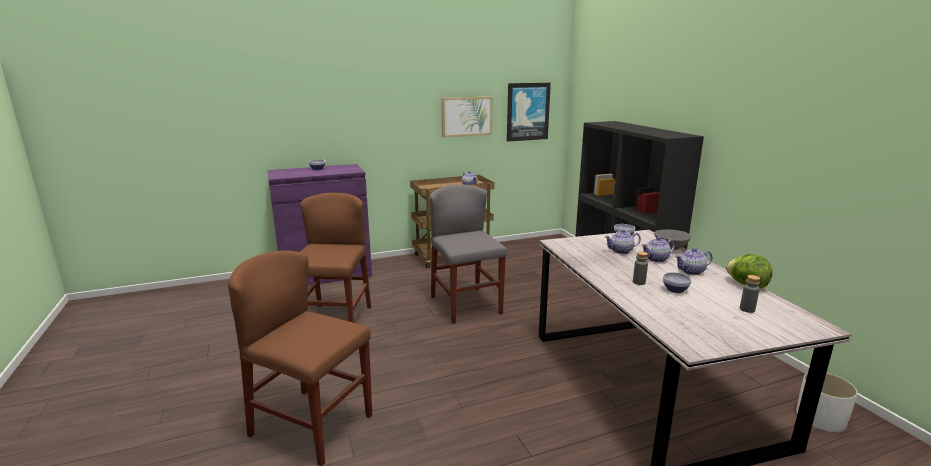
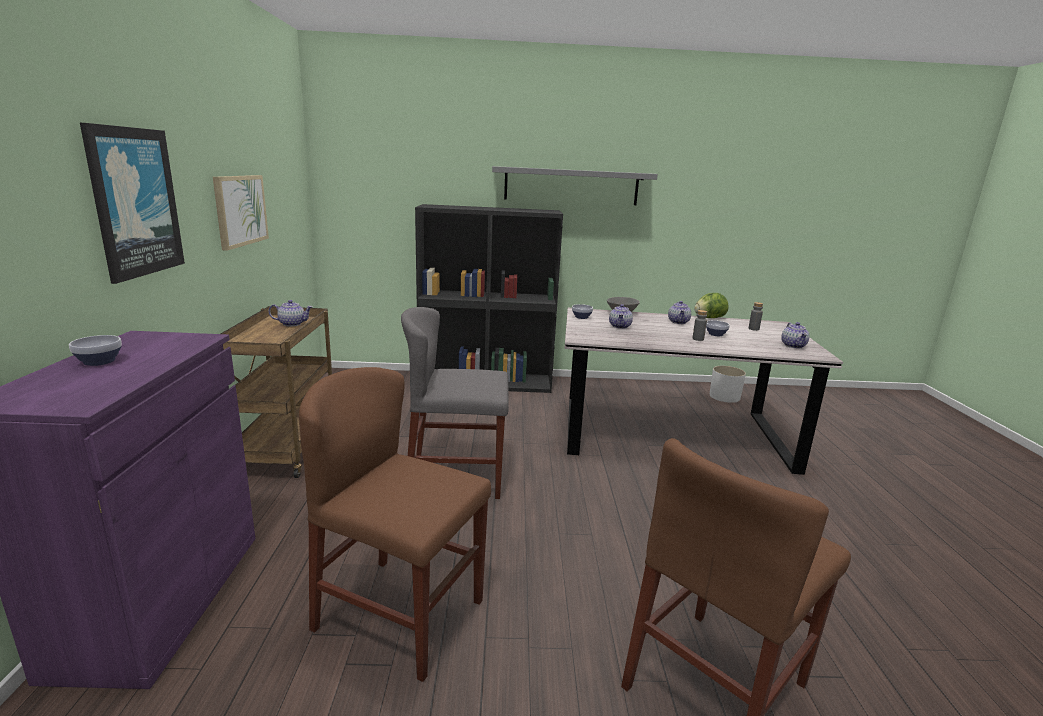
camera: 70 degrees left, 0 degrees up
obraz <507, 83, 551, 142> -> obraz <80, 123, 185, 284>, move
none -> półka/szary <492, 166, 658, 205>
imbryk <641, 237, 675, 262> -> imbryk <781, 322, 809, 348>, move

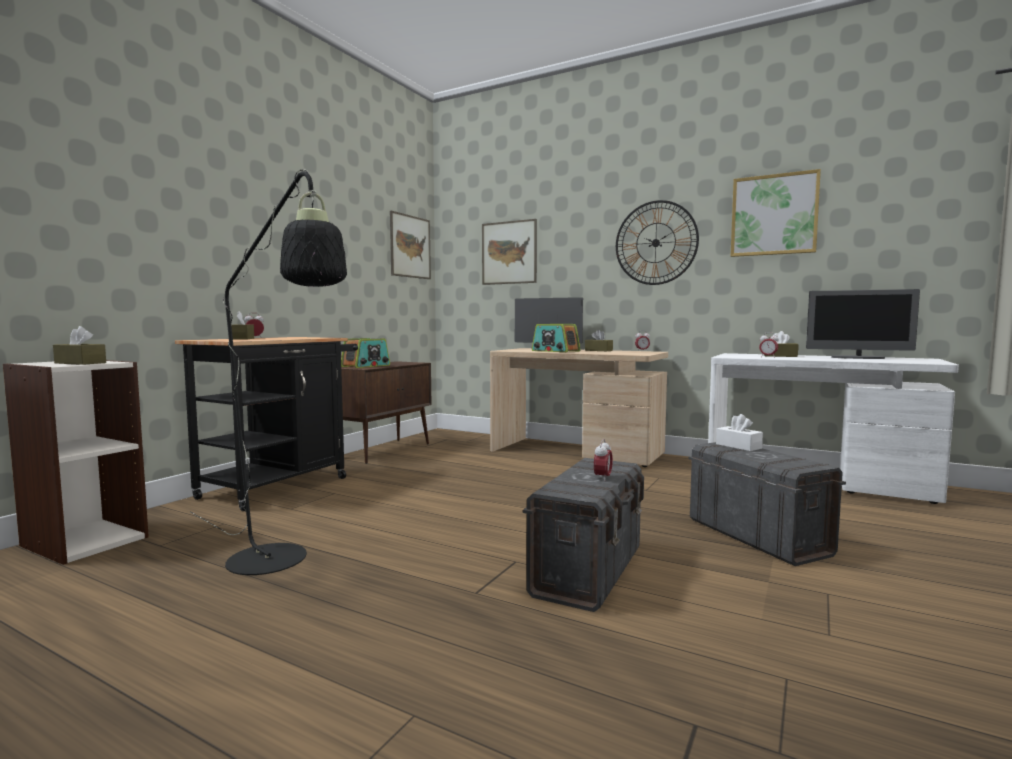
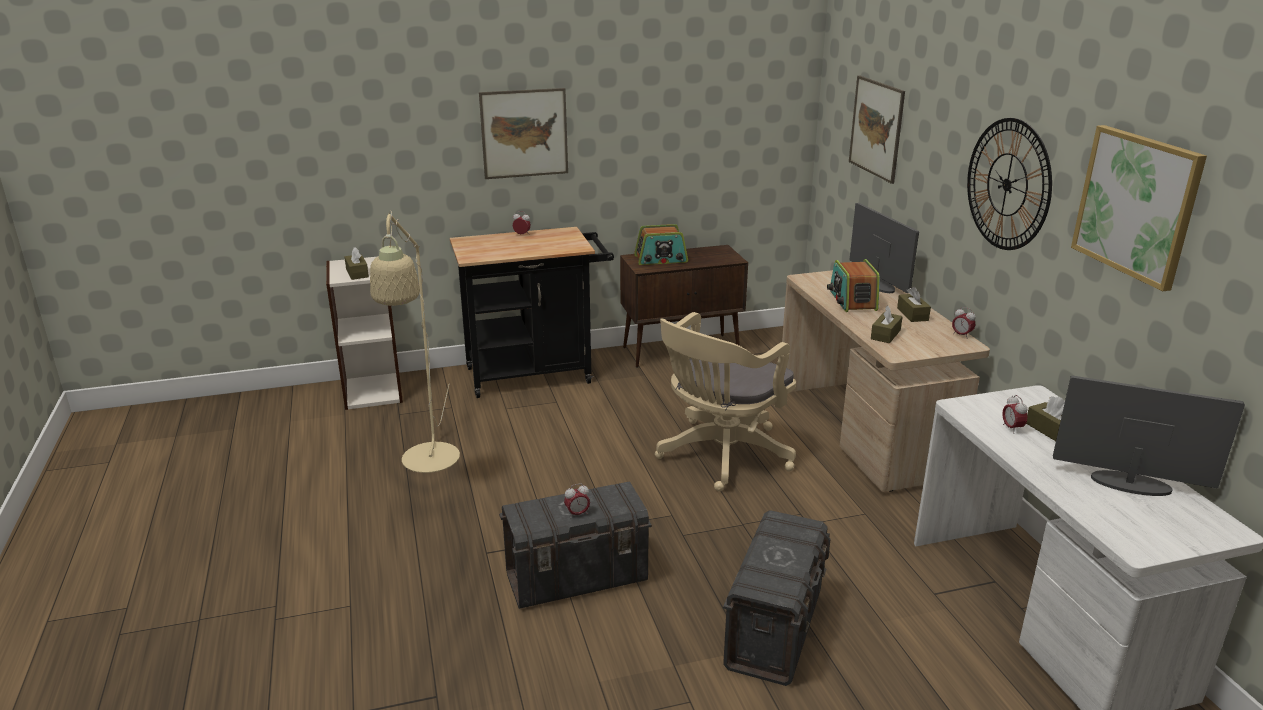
camera: 45 degrees right, 20 degrees up
lampa stojąca/czarny <190, 169, 347, 575> -> lampa stojąca/beżowy <370, 211, 460, 473>
obraz <390, 211, 431, 279> -> obraz <479, 88, 568, 179>, move
none -> krzesło biurowe/beżowy <655, 312, 796, 491>
pudełko chusteczek/brązowy <231, 311, 254, 340> -> pudełko chusteczek/brązowy <871, 306, 903, 343>, move
monitor <806, 289, 920, 359> -> monitor <1053, 375, 1245, 496>, 135 degrees clockwise
pudełko chusteczek/biały <716, 414, 763, 451> -> none

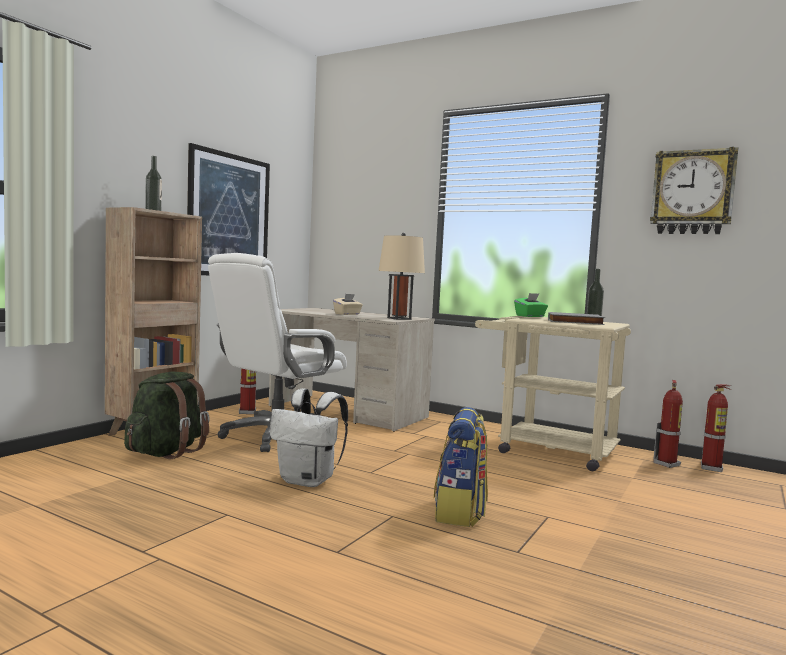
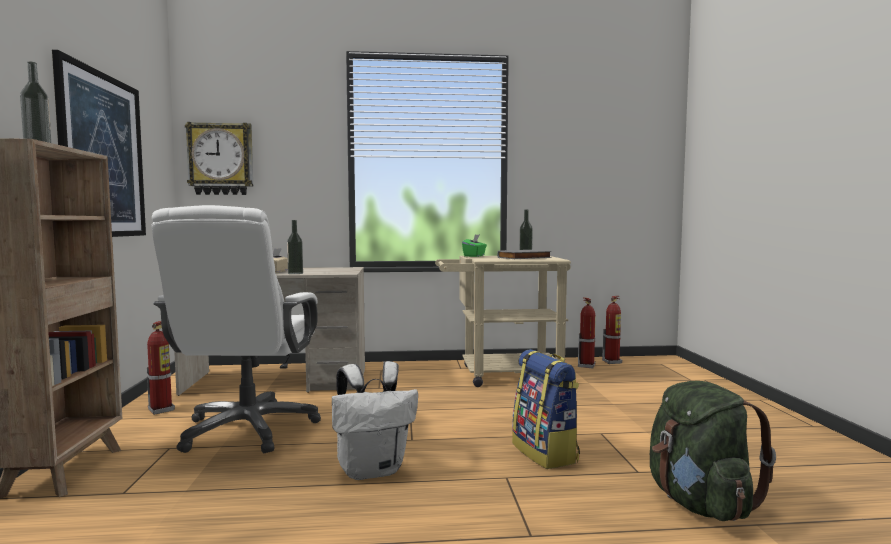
camera: 35 degrees left, 0 degrees up
zegar ścienny <650, 147, 738, 234> -> zegar ścienny <185, 122, 253, 195>, move
none -> butelka <287, 220, 303, 274>
plecak/zielony <124, 372, 210, 459> -> plecak/zielony <650, 381, 776, 521>, move
lampa stołowa/beżowy <379, 233, 425, 320> -> none

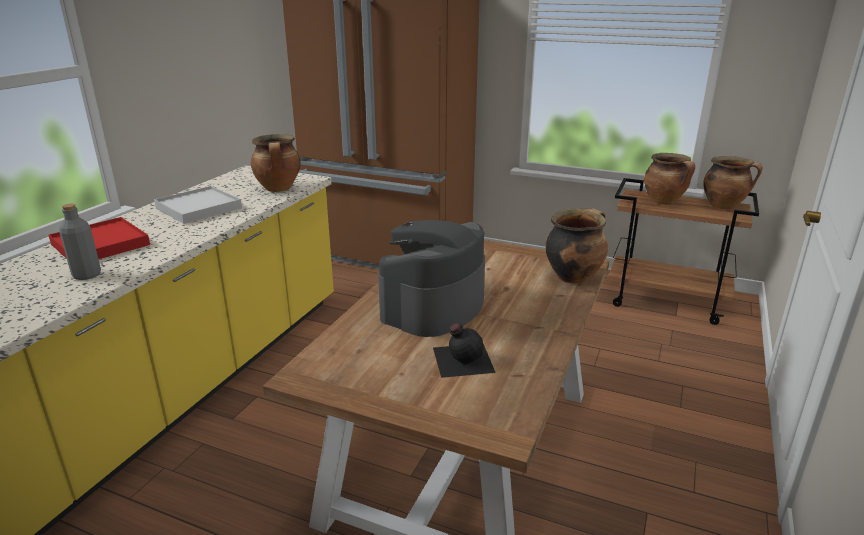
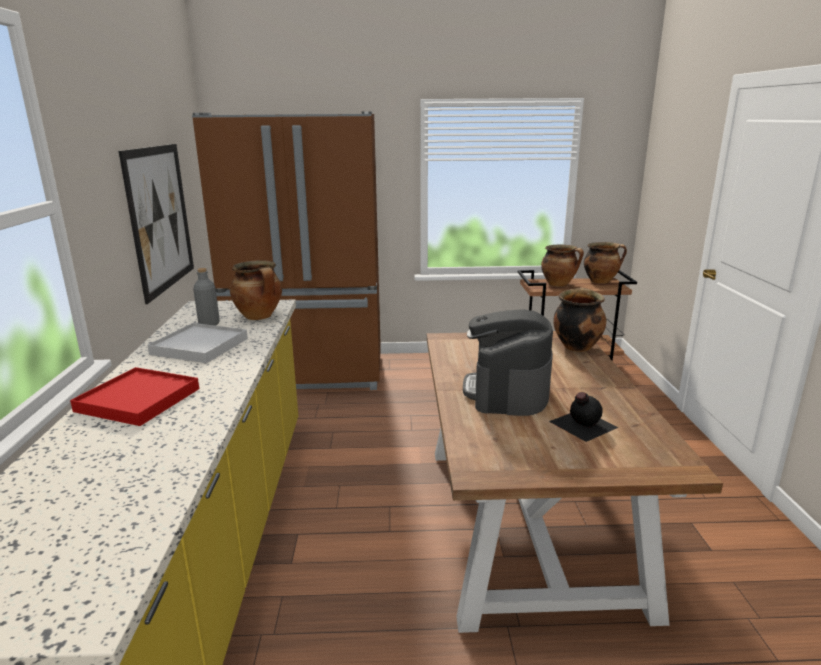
camera: 25 degrees left, 5 degrees down
none -> obraz <119, 144, 194, 304>
butelka/szary <59, 203, 101, 280> -> butelka/szary <193, 268, 220, 326>, move

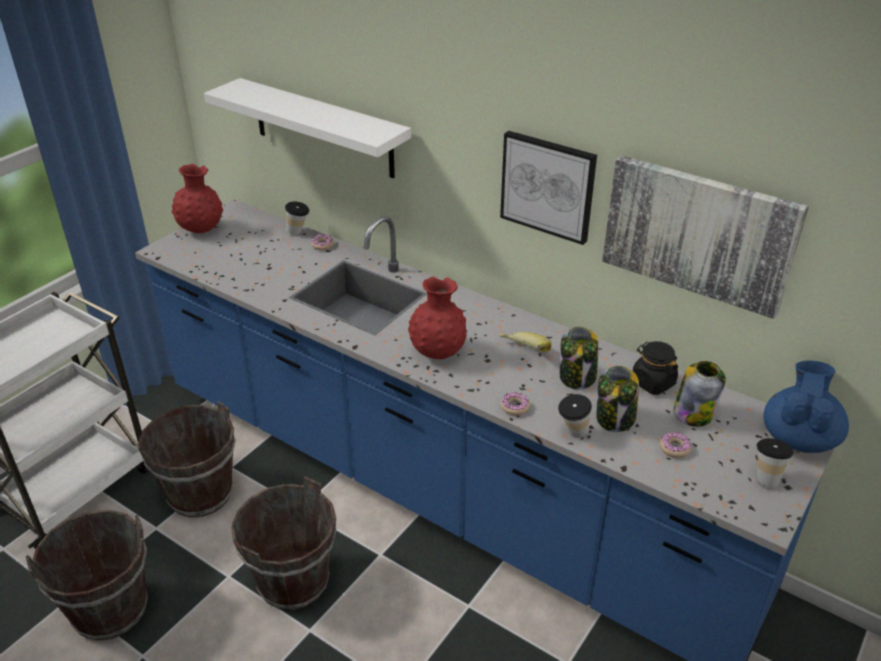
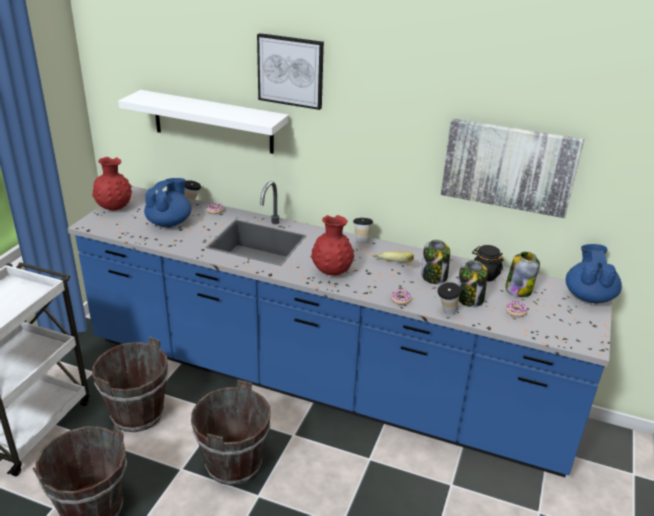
camera: 15 degrees left, 5 degrees down
none -> imbryk/niebieski <144, 178, 191, 227>
obraz <500, 131, 597, 245> -> obraz <257, 33, 324, 110>, move
filiżanka <756, 438, 794, 487> -> filiżanka <353, 218, 373, 244>, move

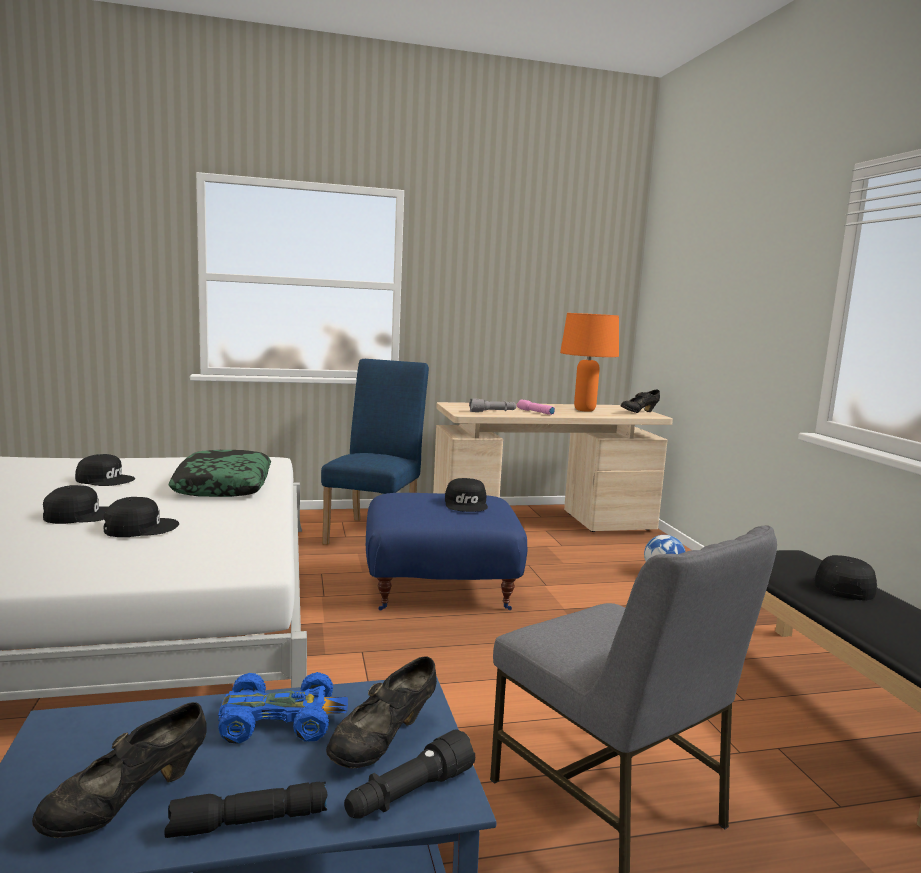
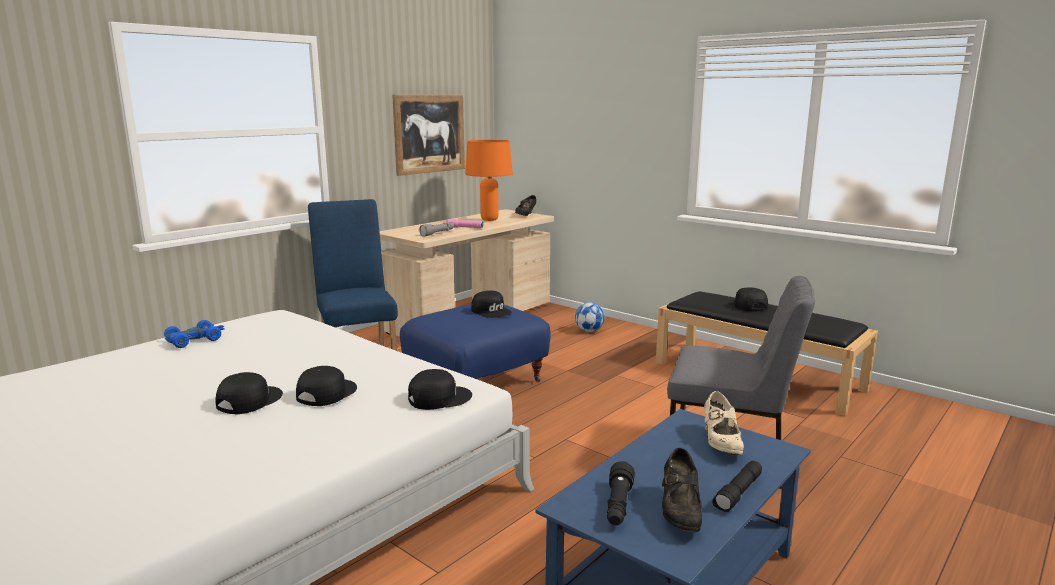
camera: 35 degrees left, 5 degrees up
samochodzik/niebieski <218, 672, 348, 744> -> samochodzik/niebieski <164, 320, 225, 348>, move
none -> obraz <392, 95, 465, 176>
czapka z daszkiem/czarny <75, 454, 135, 486> -> czapka z daszkiem/czarny <408, 369, 472, 410>, move
latarka/czarny <344, 730, 475, 819> -> latarka/czarny <607, 461, 635, 525>, move
but/czarny <326, 656, 437, 769> -> but/beżowy <704, 391, 744, 455>
poduszka <169, 450, 271, 497> -> none

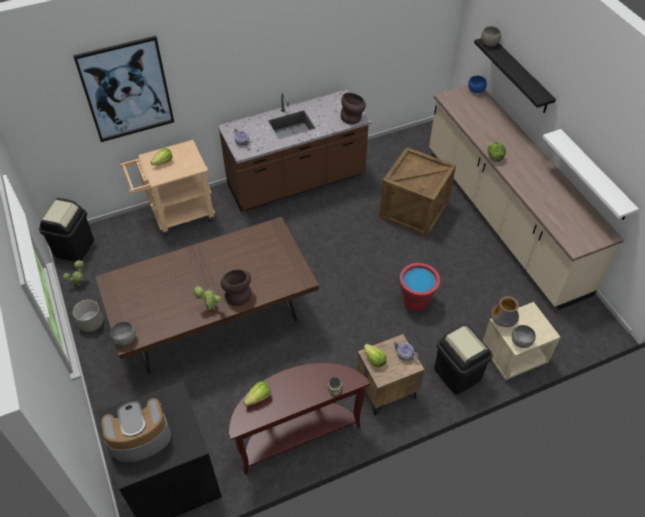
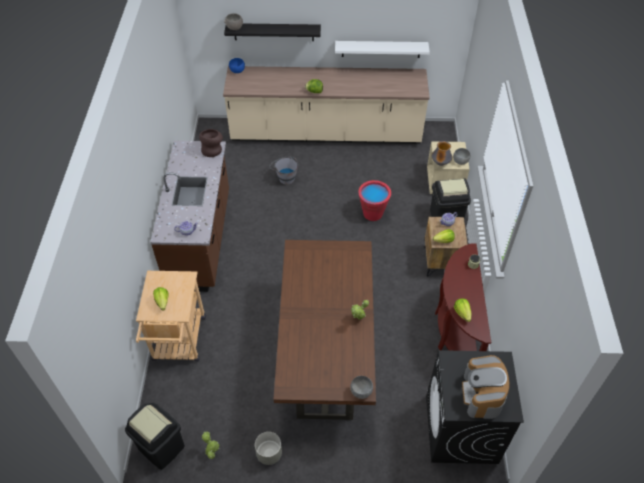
camera: 65 degrees left, 0 degrees up
skrzynka <379, 147, 456, 237> -> wiadro/szary <269, 157, 298, 185>
obraz <73, 36, 174, 142> -> none
wazon/brązowy <221, 269, 251, 306> -> none

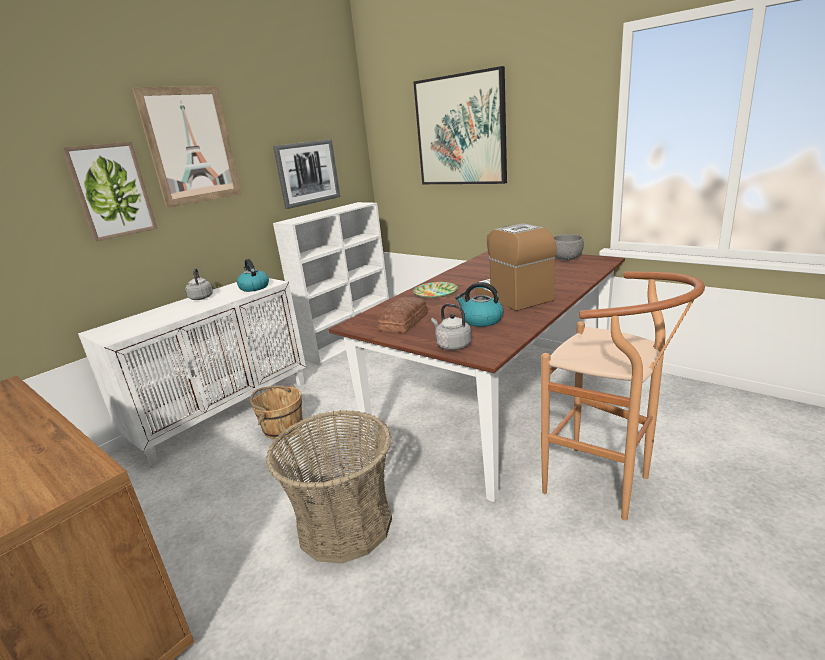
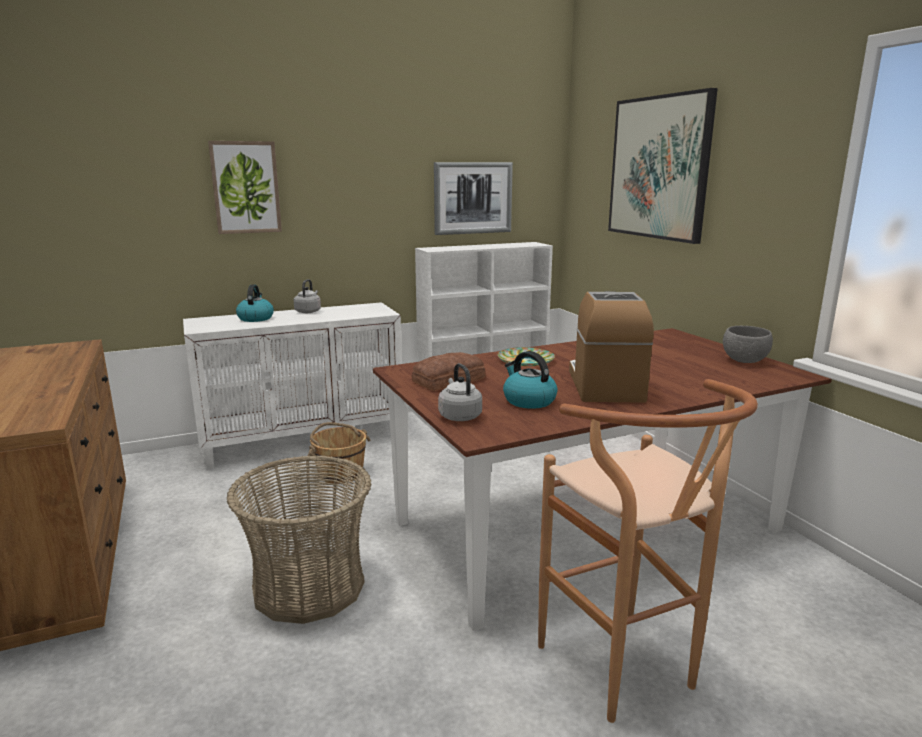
camera: 25 degrees right, 5 degrees down
czajnik <237, 259, 269, 292> -> czajnik <236, 284, 274, 322>, move
obraz <132, 86, 241, 208> -> none

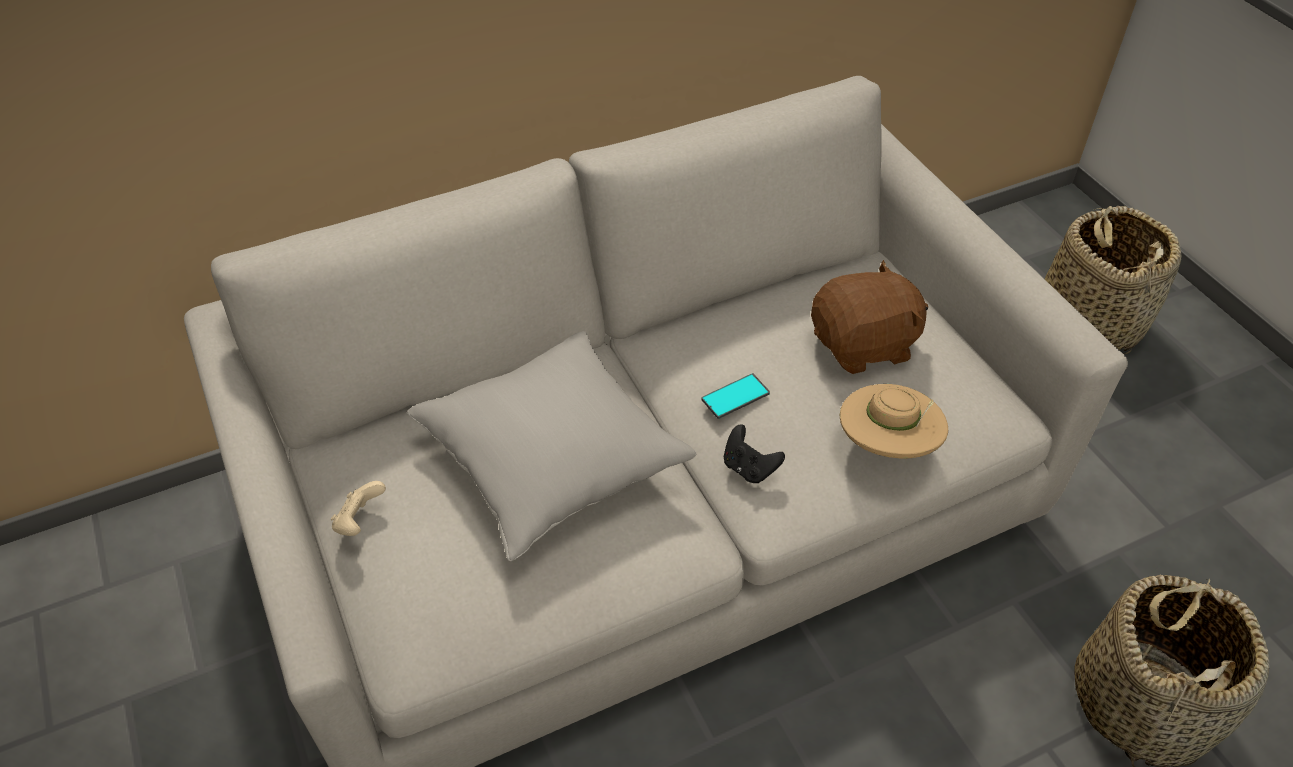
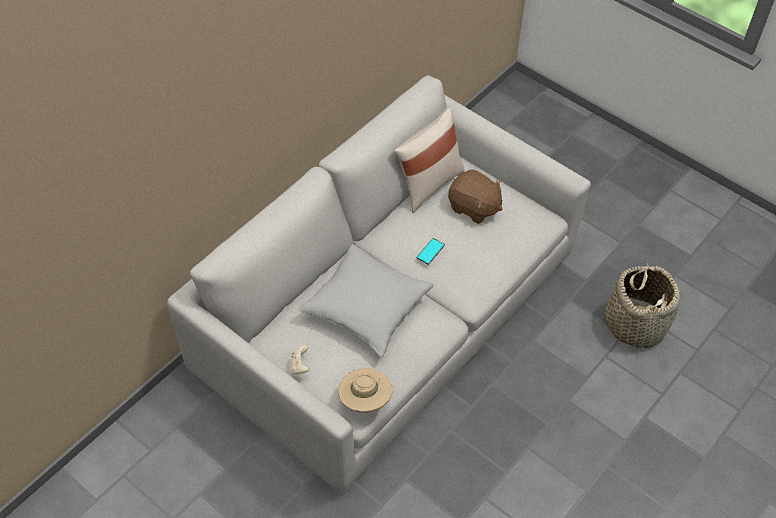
camera: 25 degrees left, 5 degrees up
kapelusz/beżowy <840, 384, 948, 458> -> kapelusz/beżowy <338, 368, 393, 413>, move
none -> poduszka/beżowy <394, 107, 465, 213>
pluszak/brązowy <811, 260, 928, 374> -> pluszak/brązowy <448, 169, 503, 224>, 75 degrees clockwise
pad do gier/czarny <724, 425, 785, 483> -> none
koszyk <1045, 206, 1182, 354> -> none

